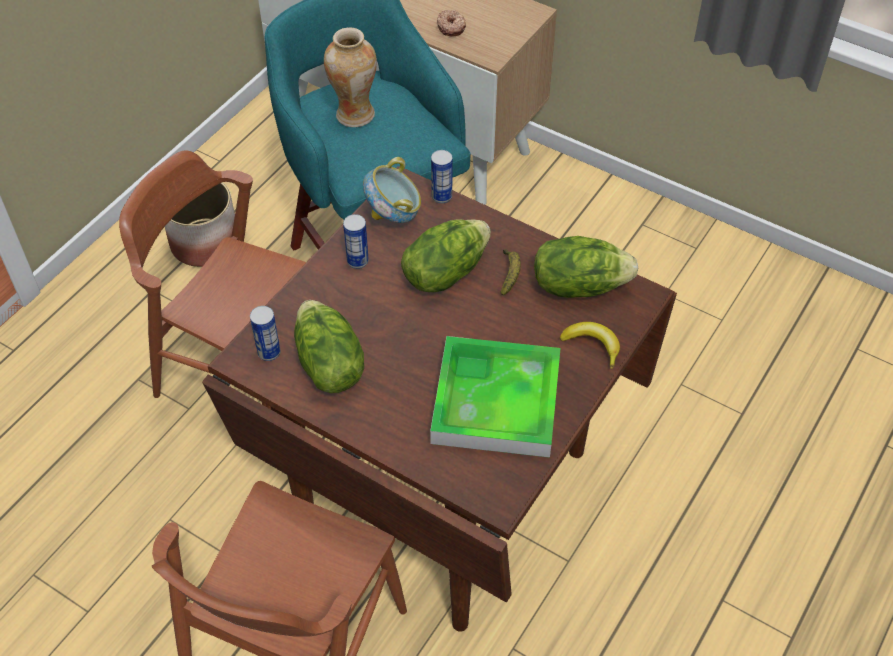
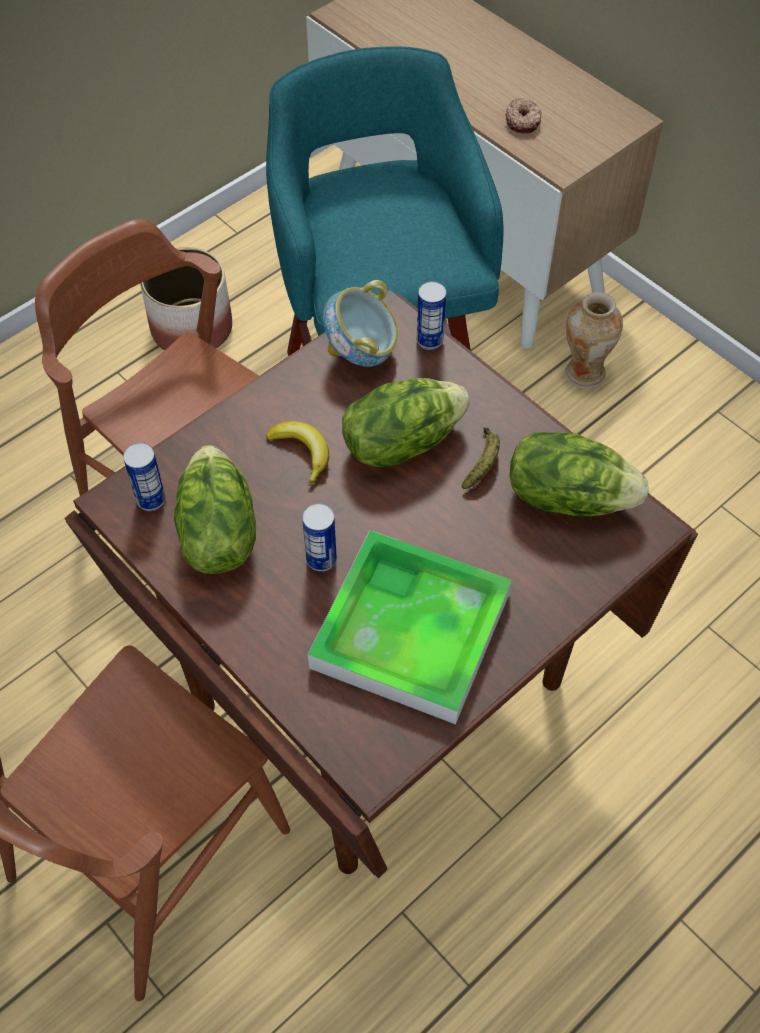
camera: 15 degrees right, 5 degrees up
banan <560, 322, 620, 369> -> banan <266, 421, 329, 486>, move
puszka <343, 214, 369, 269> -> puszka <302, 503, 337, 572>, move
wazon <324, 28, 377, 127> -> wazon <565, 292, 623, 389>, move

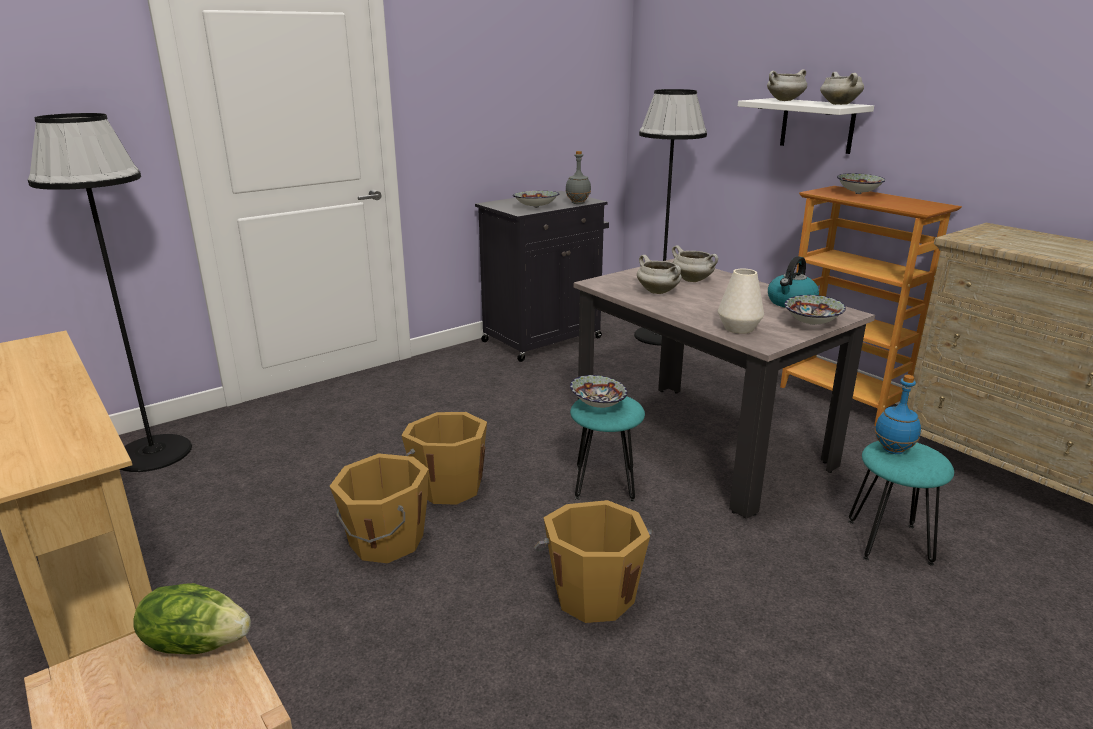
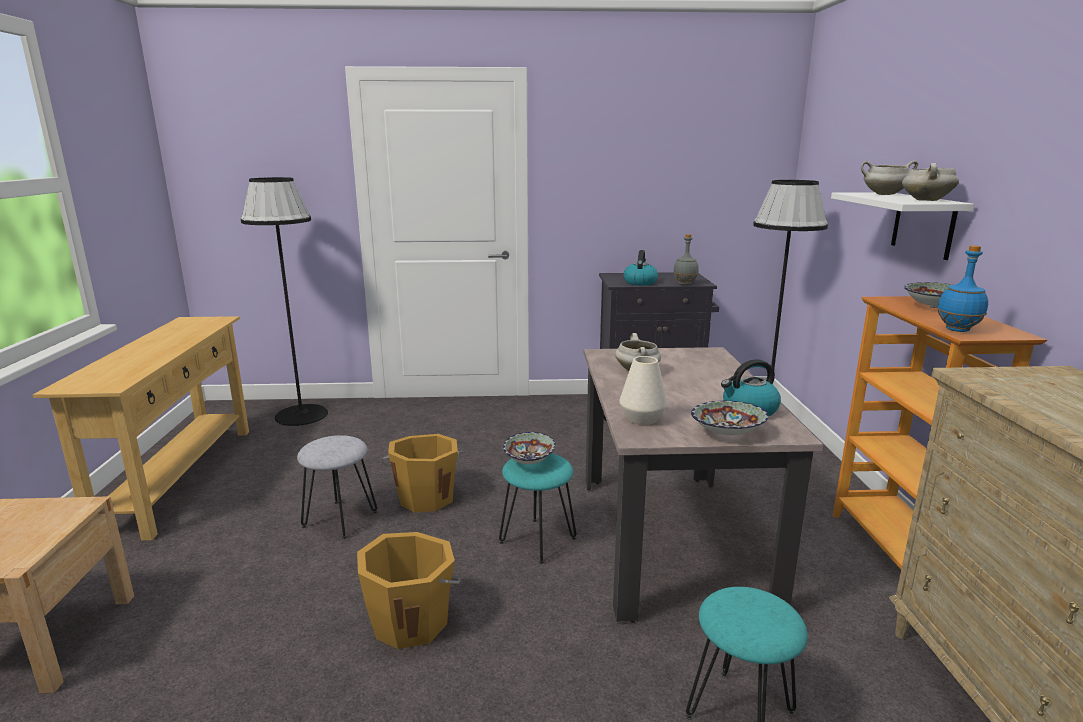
camera: 35 degrees right, 5 degrees down
wiadro/pomarańczowy <330, 453, 429, 563> -> stołek/szary <297, 435, 377, 539>
miska <513, 191, 559, 208> -> czajnik <624, 250, 658, 286>
butelka/niebieski <875, 375, 921, 454> -> butelka/niebieski <937, 245, 988, 332>, move
sałata <133, 583, 251, 654> -> none
garnek/biały <672, 245, 718, 282> -> none

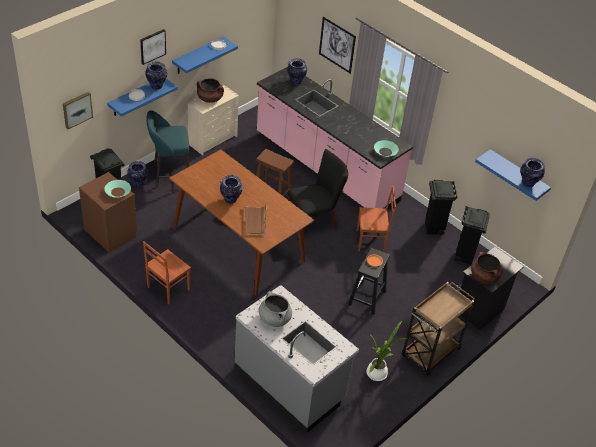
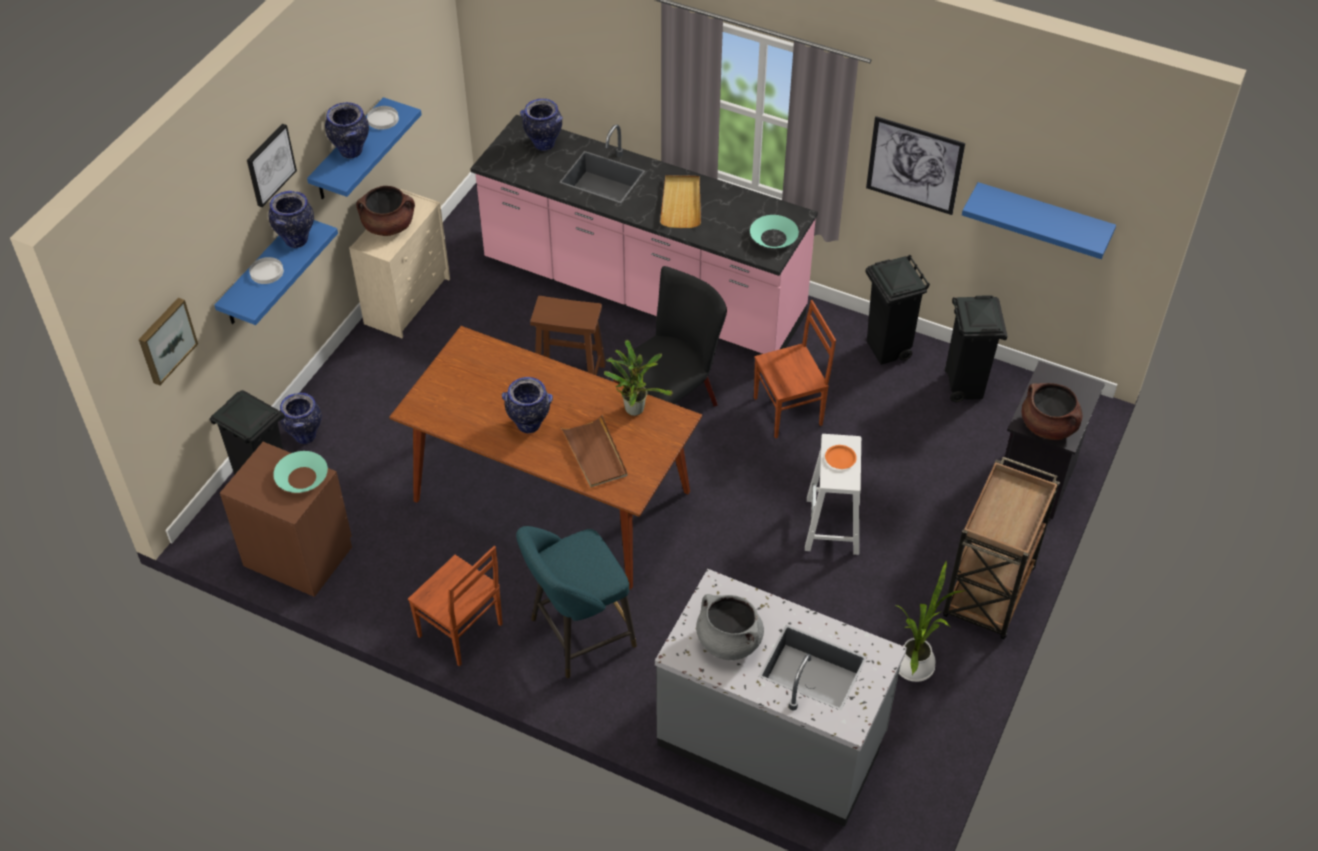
camera: 15 degrees left, 5 degrees up
wazon <520, 158, 545, 187> -> wazon <325, 102, 369, 159>, move
krzesło/brązowy <143, 241, 191, 304> -> krzesło/brązowy <408, 546, 503, 666>, 75 degrees counterclockwise
stołek/turkusowy <146, 110, 189, 188> -> stołek/turkusowy <516, 526, 637, 678>, move
none -> roślina doniczkowa <604, 340, 673, 416>
none -> taca/beżowy <660, 175, 701, 228>
stołek/czarny <348, 248, 390, 315> -> stołek/biały <805, 434, 861, 555>
obraz <319, 16, 356, 74> -> obraz <866, 116, 965, 215>, move

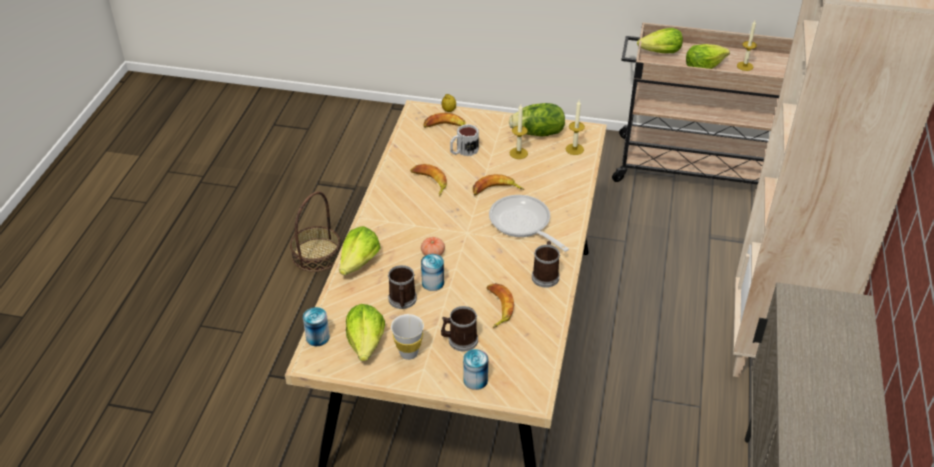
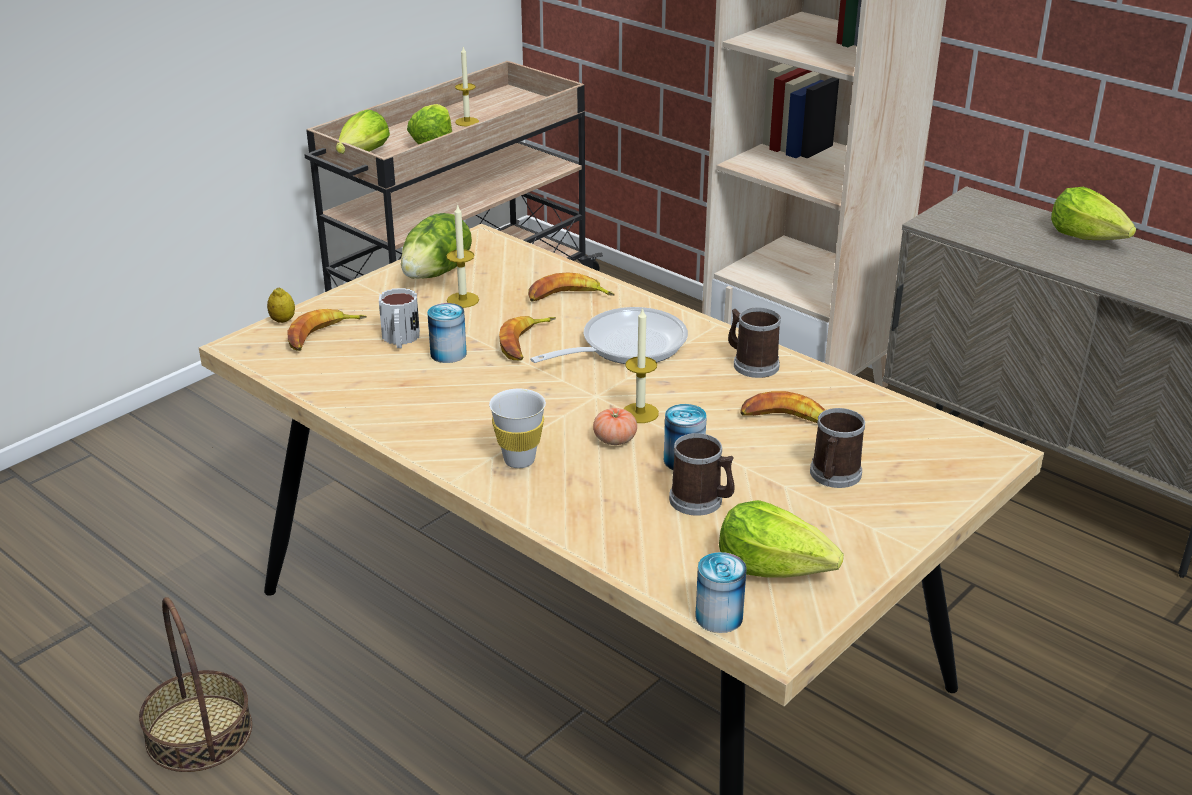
camera: 60 degrees left, 10 degrees down
puszka <463, 349, 488, 390> -> puszka <427, 303, 467, 363>, move
filiżanka/biały <391, 314, 424, 360> -> filiżanka/biały <489, 389, 546, 468>, move
banan <410, 164, 447, 196> -> banan <528, 272, 615, 302>, move
patelnia <489, 195, 569, 252> -> patelnia <530, 307, 688, 364>, 150 degrees clockwise
świeca <566, 101, 585, 155> -> świeca <624, 307, 659, 423>, move
sałata <339, 226, 381, 275> -> sałata <1051, 187, 1136, 240>, move

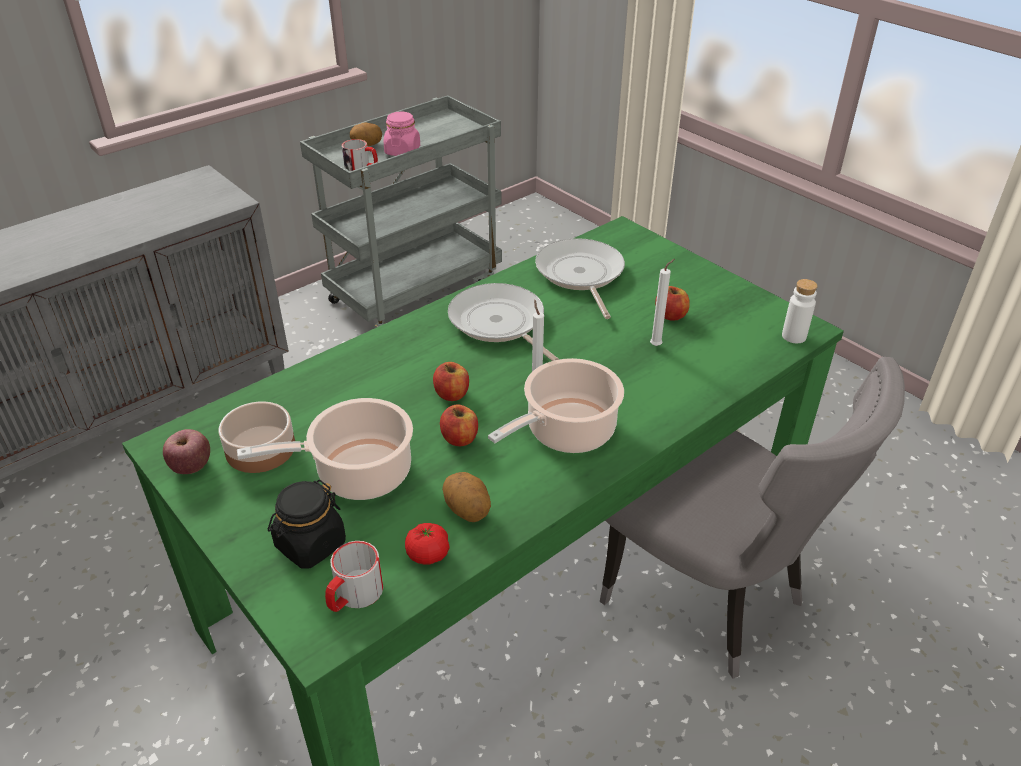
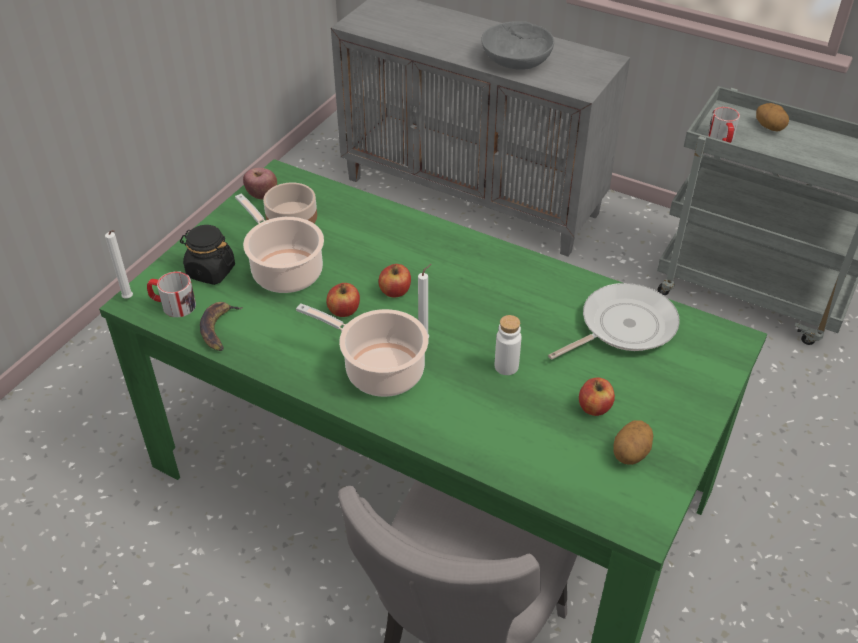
camera: 70 degrees right, 5 degrees up
świeca/biały <650, 259, 675, 346> -> świeca/biały <105, 230, 133, 298>, move
pomidor <405, 523, 450, 565> -> banan <200, 302, 243, 351>
none -> miska/szary <481, 21, 554, 70>
butelka/biały <782, 279, 818, 343> -> butelka/biały <495, 315, 521, 375>, move
ziemniak <442, 472, 491, 522> -> ziemniak <613, 420, 653, 465>, move
słoik/różowy <383, 112, 420, 156> -> none
patelnia <448, 283, 559, 361> -> none

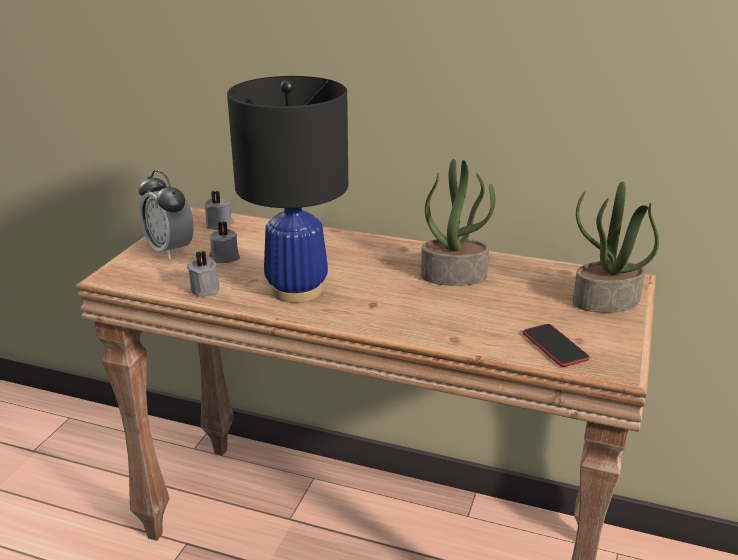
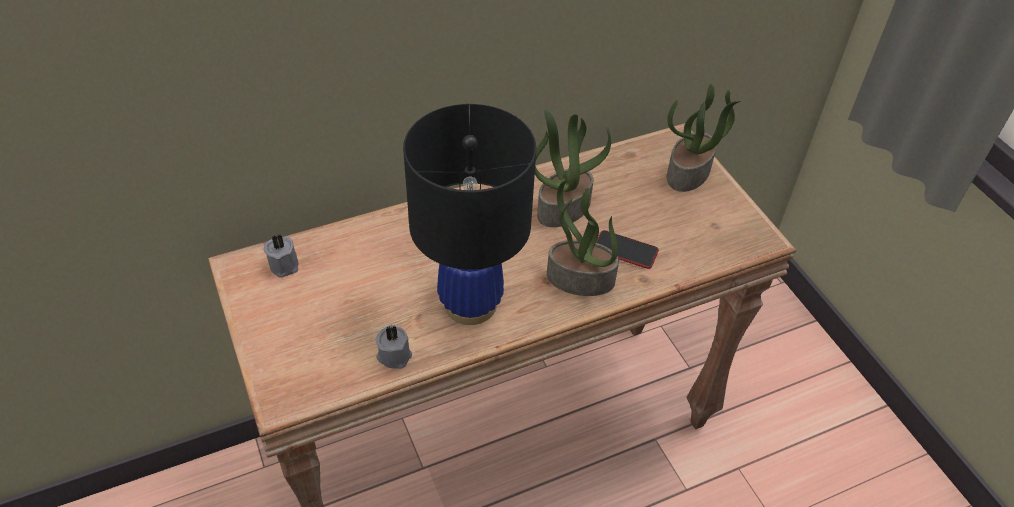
camera: 45 degrees left, 20 degrees up
none -> roślina doniczkowa <547, 180, 619, 296>
telefon <523, 324, 590, 367> -> telefon <596, 230, 659, 269>, move
budzik <139, 170, 194, 259> -> none
świeca/szary <209, 222, 240, 263> -> none

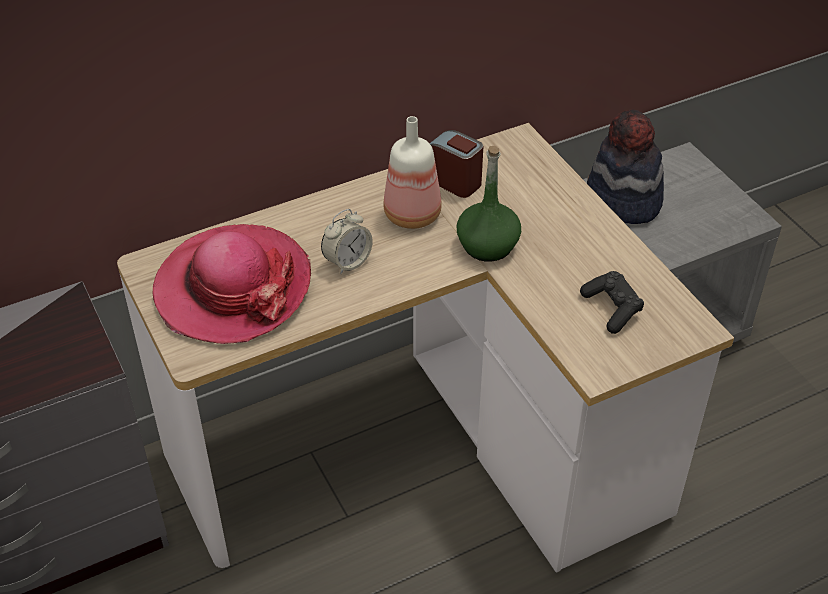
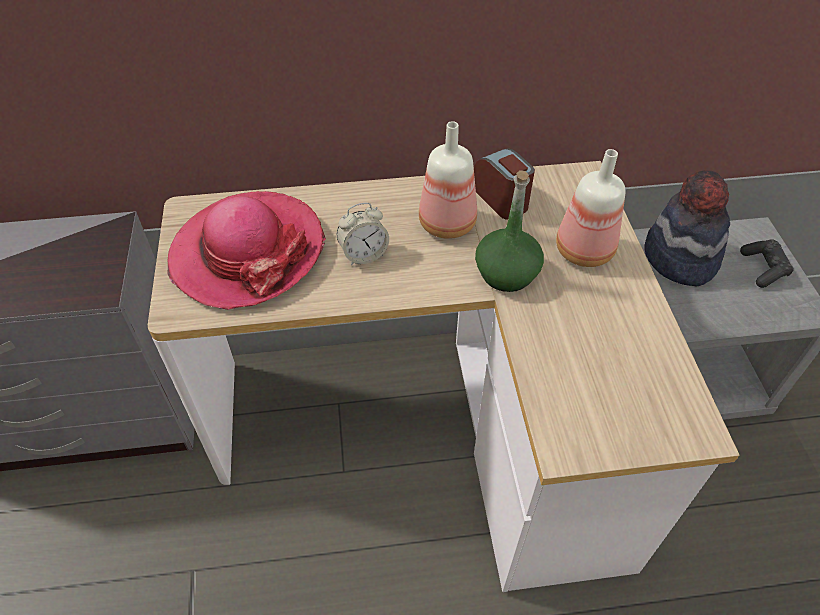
camera: 20 degrees right, 5 degrees up
none -> butelka <556, 149, 625, 267>
pad do gier/czarny <580, 271, 644, 334> -> pad do gier/czarny <740, 239, 794, 288>, move

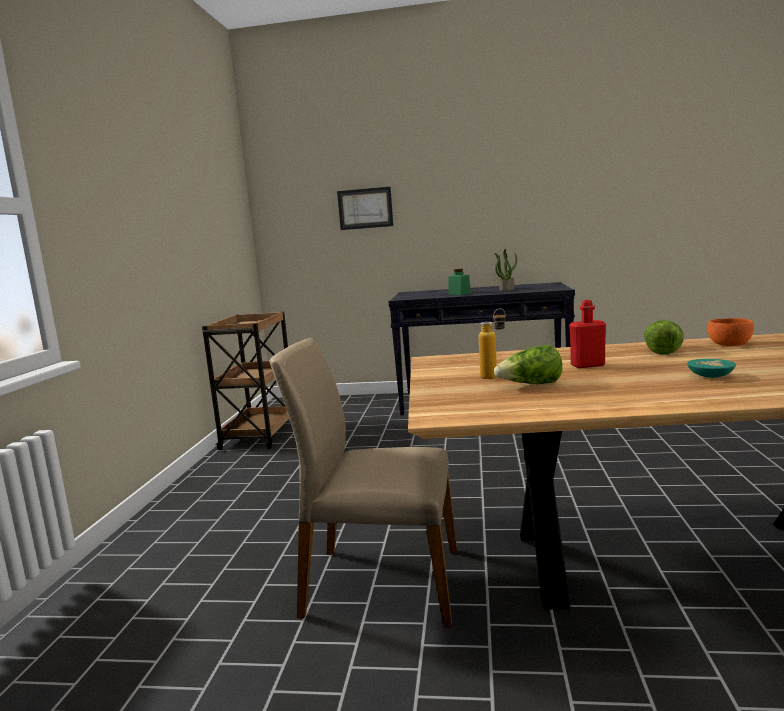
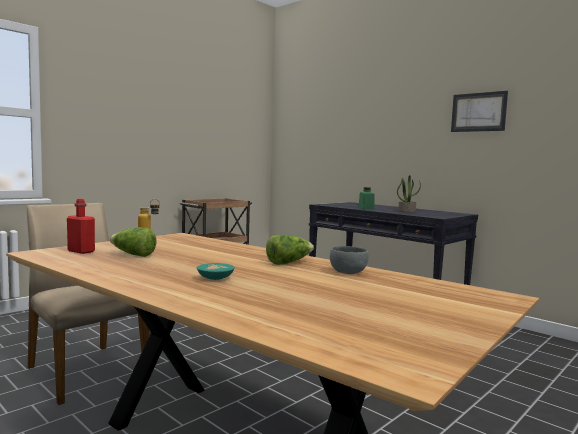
camera: 35 degrees right, 5 degrees down
butelka/czerwony <569, 300, 606, 368> -> butelka/czerwony <67, 199, 95, 254>, move
miska/pomarańczowy <708, 318, 754, 346> -> miska/szary <330, 246, 369, 274>
obraz <337, 187, 393, 230> -> obraz <451, 91, 508, 132>, move

